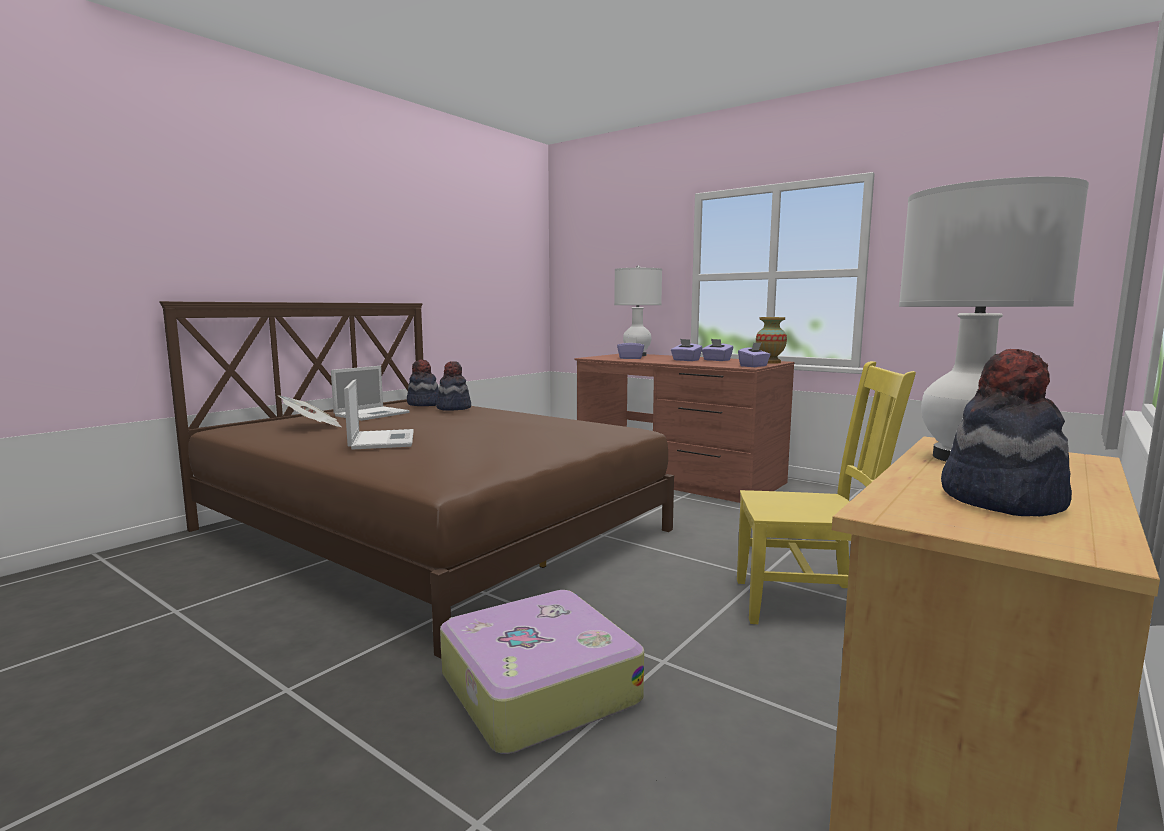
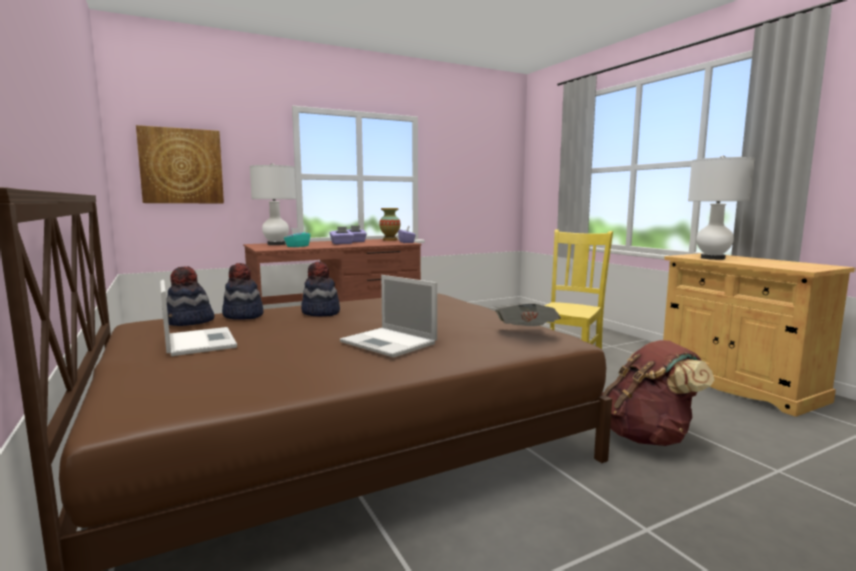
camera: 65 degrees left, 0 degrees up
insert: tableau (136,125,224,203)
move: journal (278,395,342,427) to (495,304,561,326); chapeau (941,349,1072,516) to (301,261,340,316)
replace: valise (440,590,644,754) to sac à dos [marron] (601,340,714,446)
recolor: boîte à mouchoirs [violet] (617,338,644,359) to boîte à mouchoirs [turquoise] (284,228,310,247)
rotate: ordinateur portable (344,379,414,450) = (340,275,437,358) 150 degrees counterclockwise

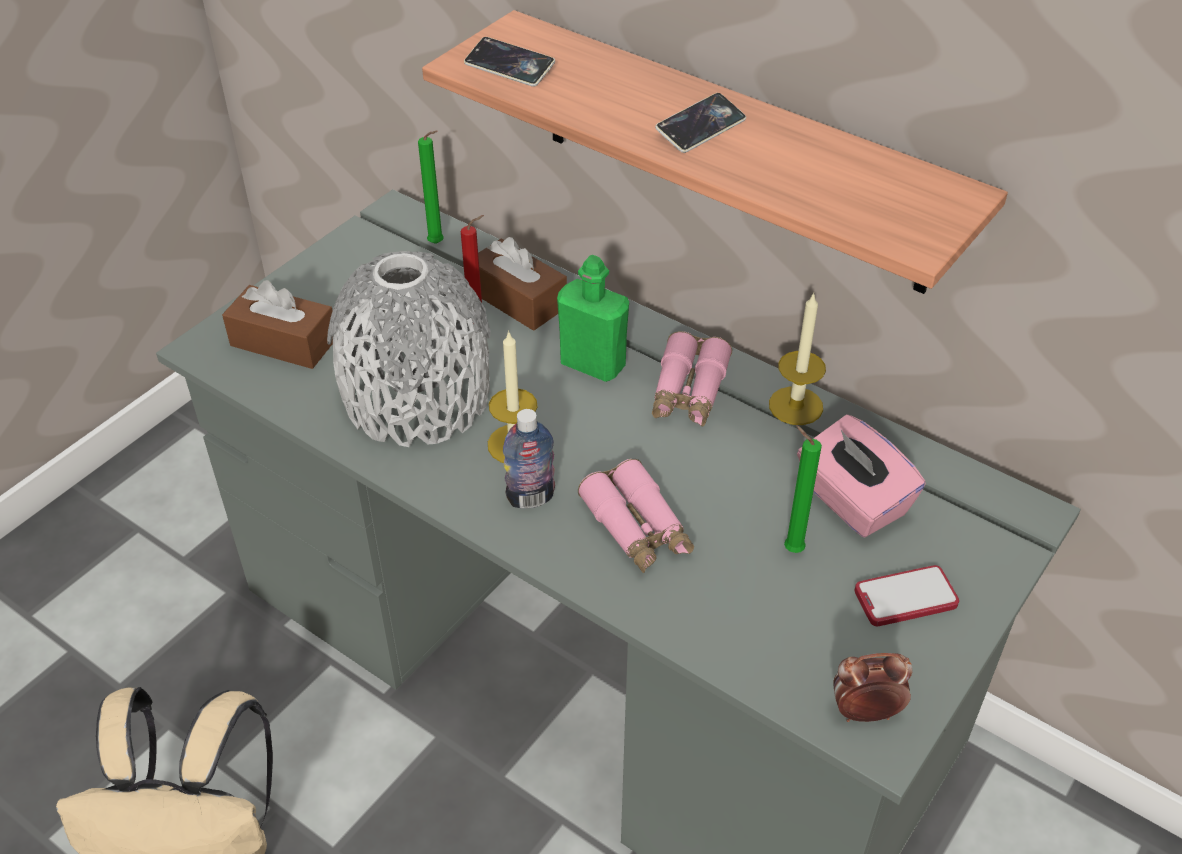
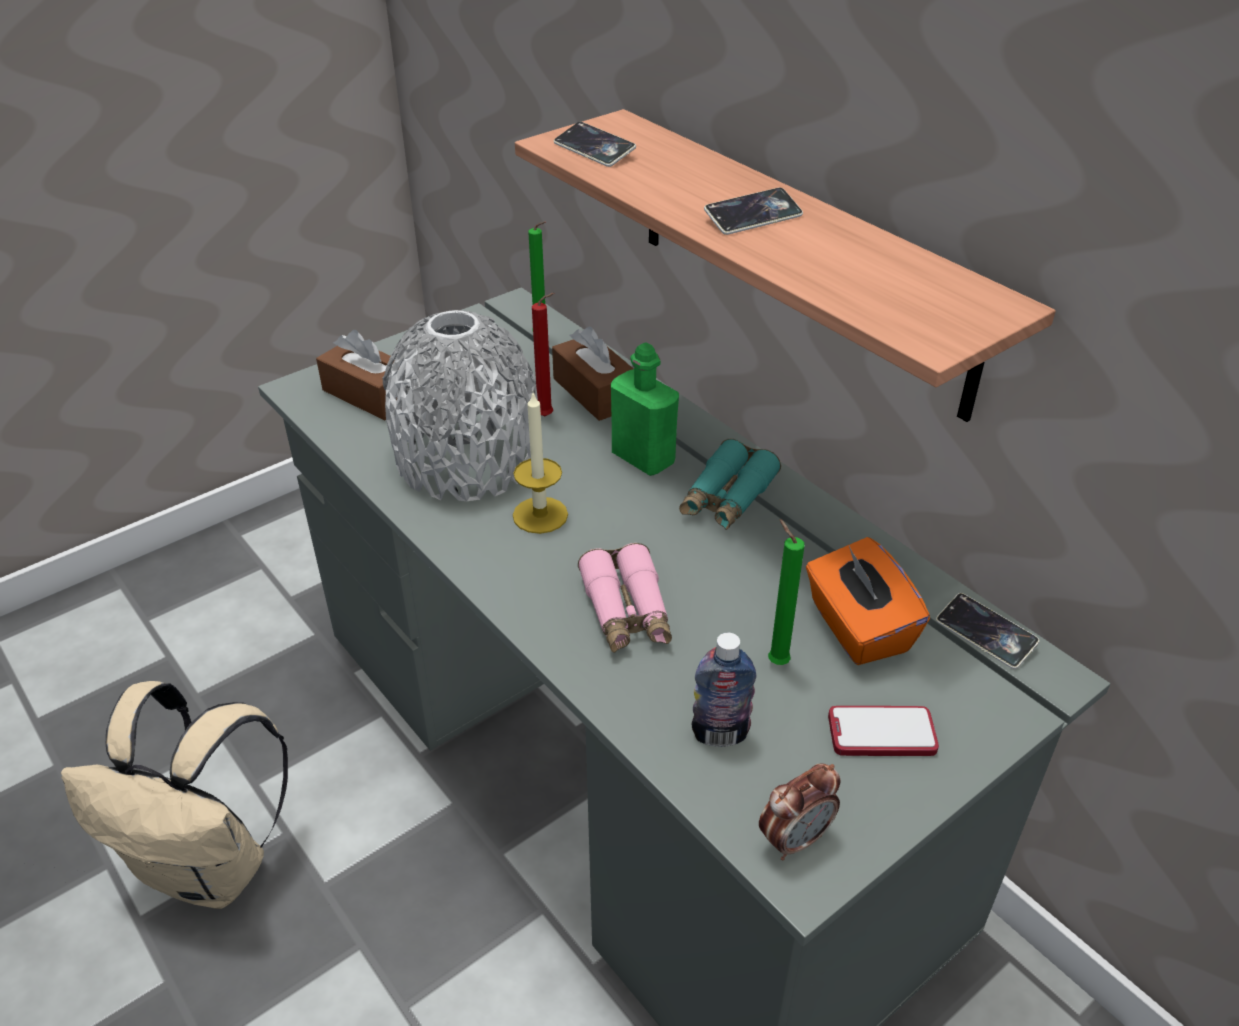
camera: 15 degrees right, 5 degrees down
delete: bougie (769,292,826,425)
insert: téléphone (936,593,1039,669)
move: bouteille (503,409,555,509) to (692,632,757,747)
recolor: jumelles [rose] (652,331,732,426) to jumelles [turquoise] (679,439,781,530); boîte à mouchoirs [rose] (797,414,926,537) to boîte à mouchoirs [orange] (806,537,930,665)
rotate: réveil (833,653,912,722) = (759,763,840,860) 135 degrees clockwise

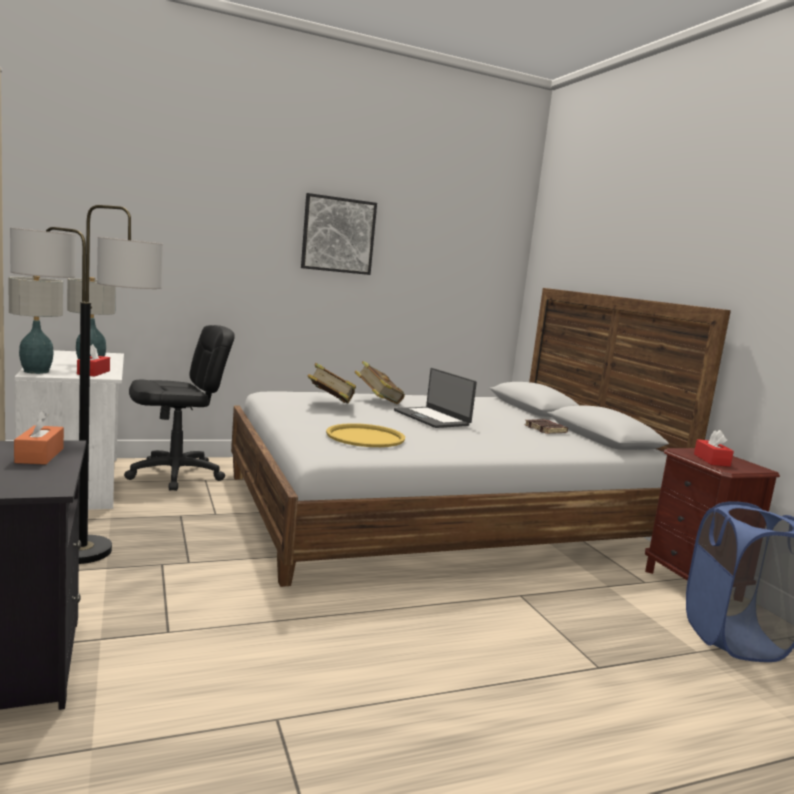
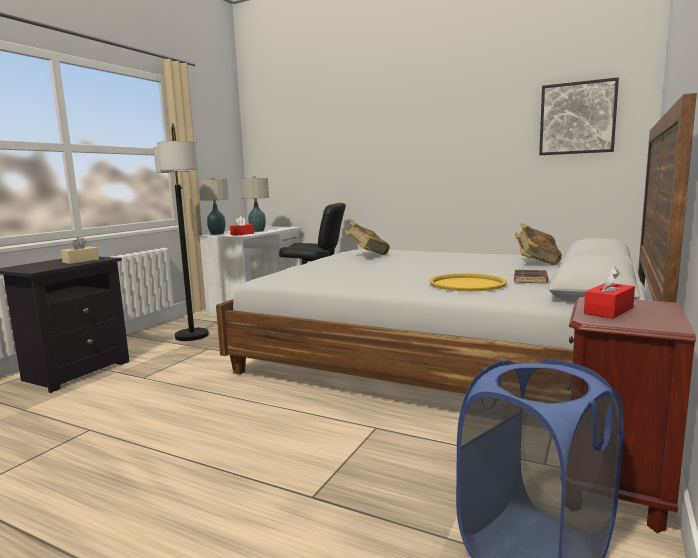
camera: 50 degrees right, 0 degrees up
delete: ordinateur portable (394,368,477,428)
move: tableau (301,193,377,275) to (539,77,619,155); plateau [jaune] (326,423,405,447) to (429,273,507,291); livre (355,361,405,404) to (515,223,562,265)
recolor: boîte à mouchoirs [orange] (14,411,64,465) to boîte à mouchoirs [beige] (61,236,99,264)

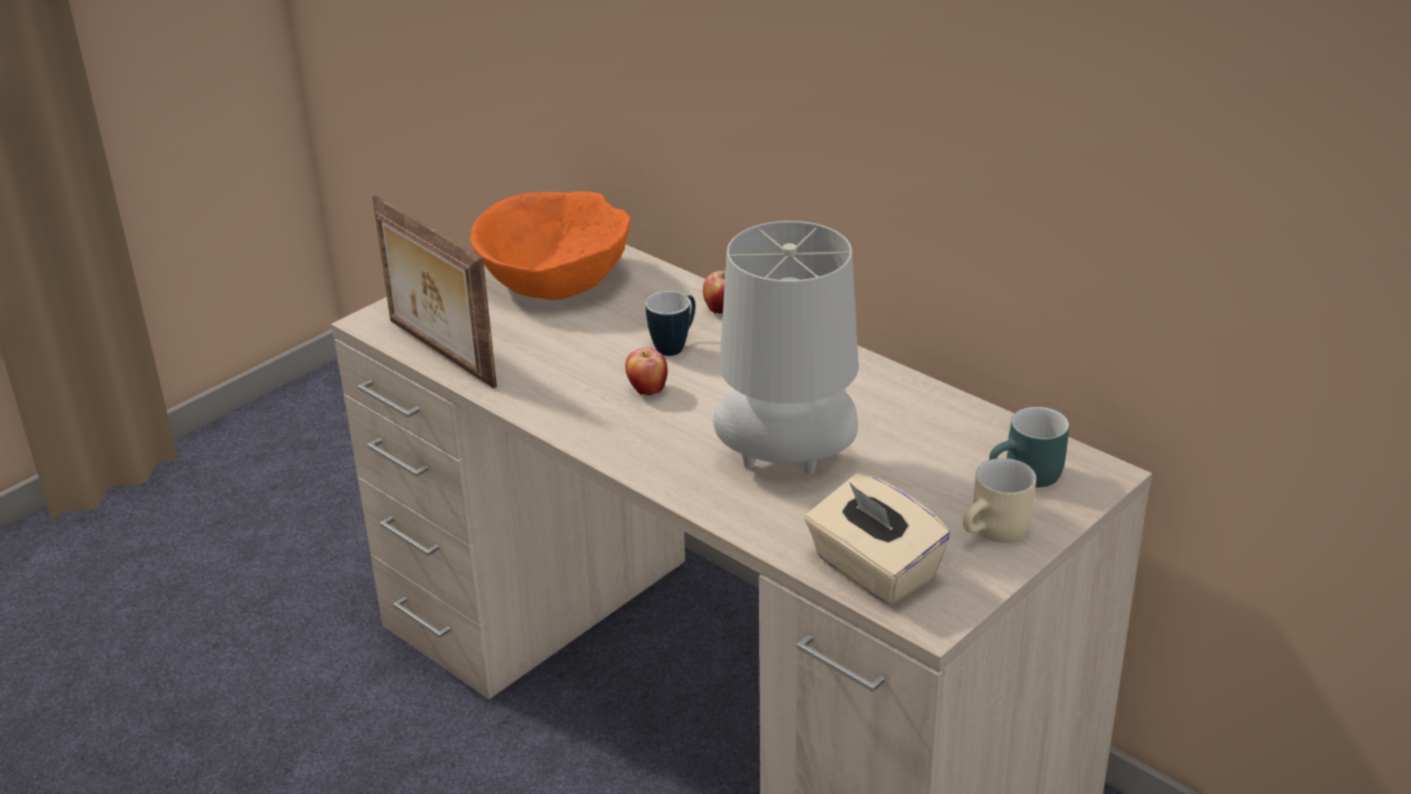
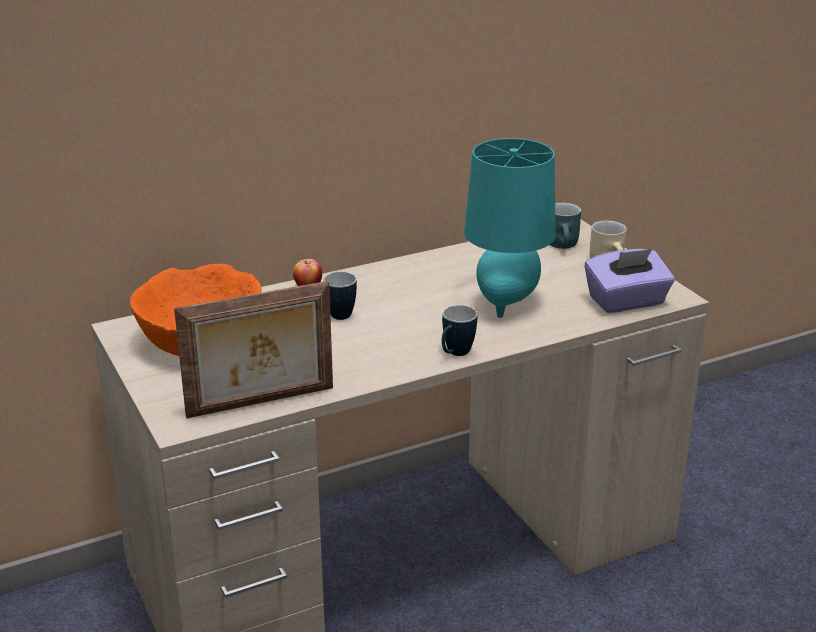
camera: 70 degrees left, 5 degrees down
delete: pomme (625,347,668,396)
insert: mug (442,305,477,356)
recolor: lampe de table [gris] (713,221,858,474) to lampe de table [turquoise] (464,138,556,318); boîte à mouchoirs [beige] (805,473,951,605) to boîte à mouchoirs [violet] (585,249,675,313)

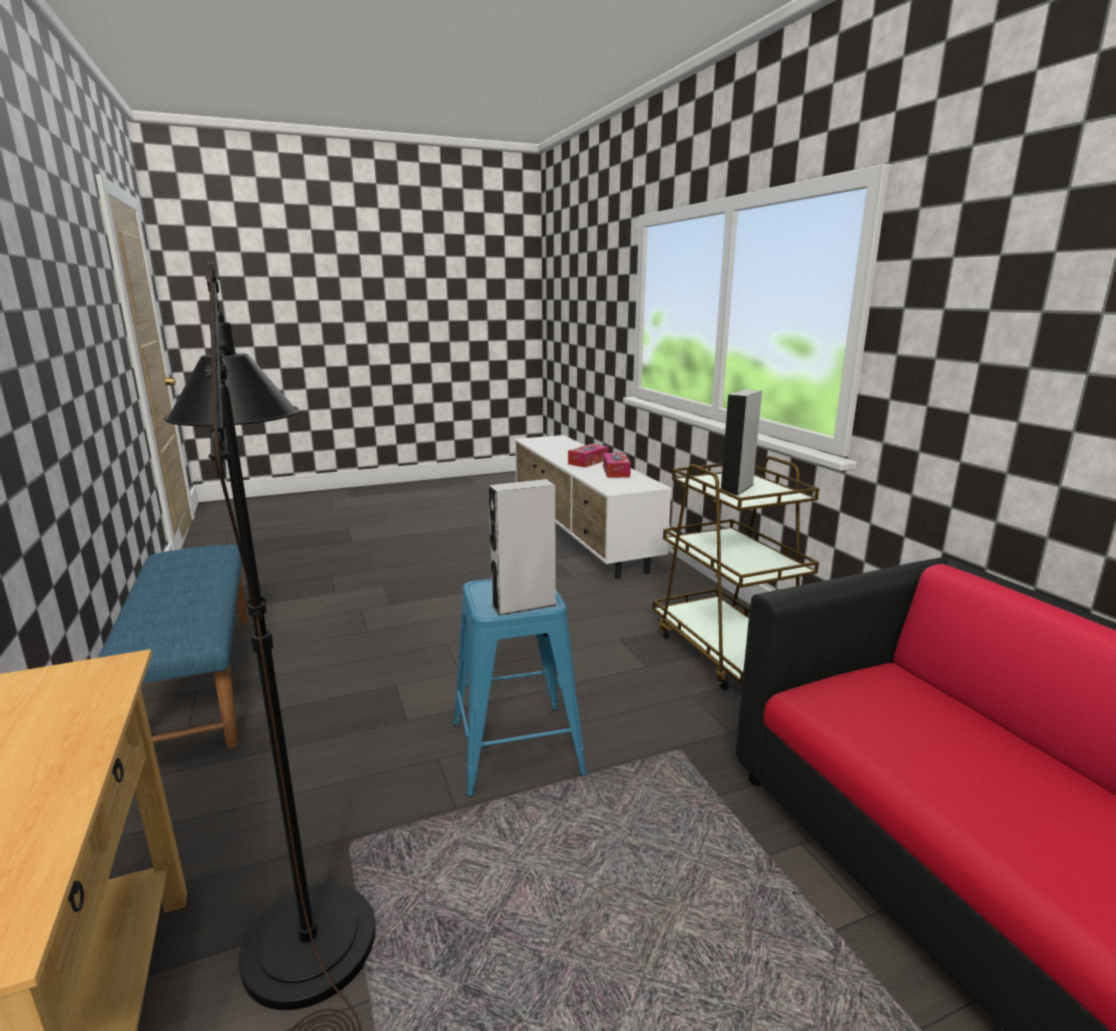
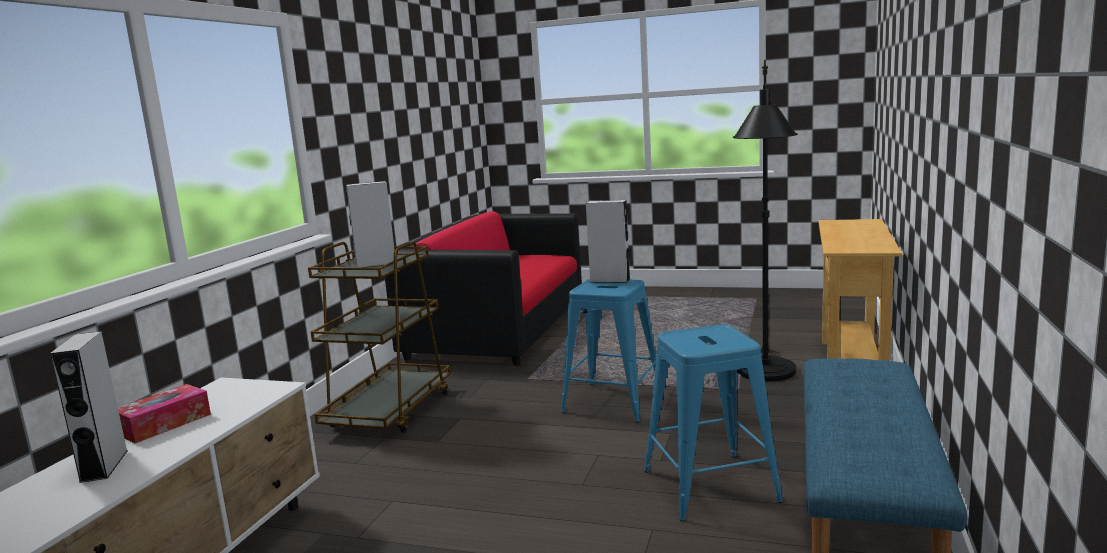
camera: 140 degrees left, 5 degrees down
insert: tabouret [bleu] (644,324,783,521)
replace: boîte à mouchoirs (568,444,609,467) to enceinte [gris] (50,331,128,483)

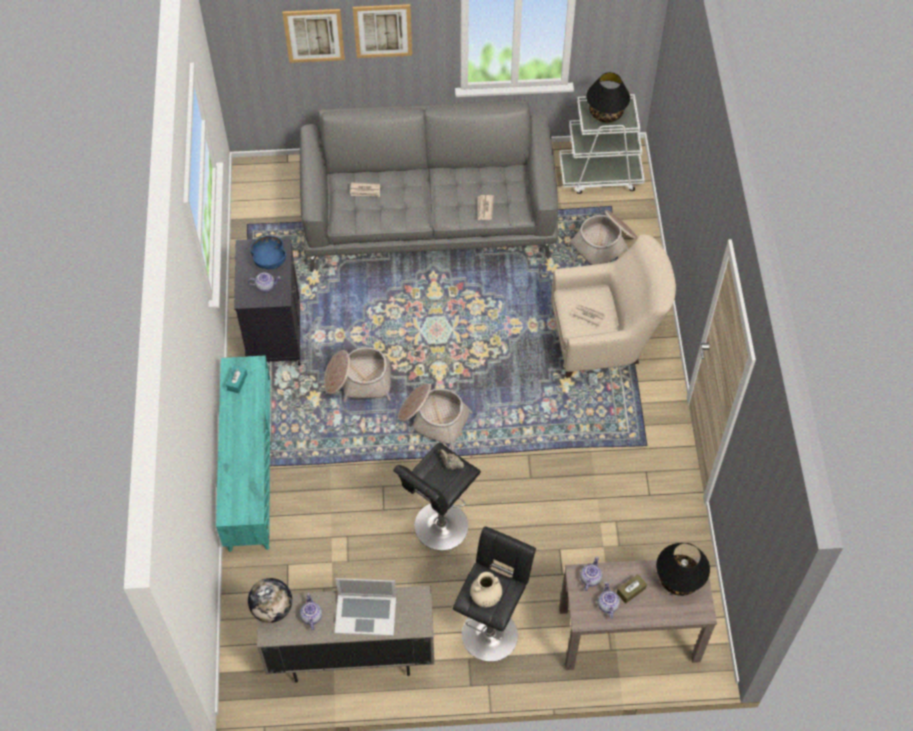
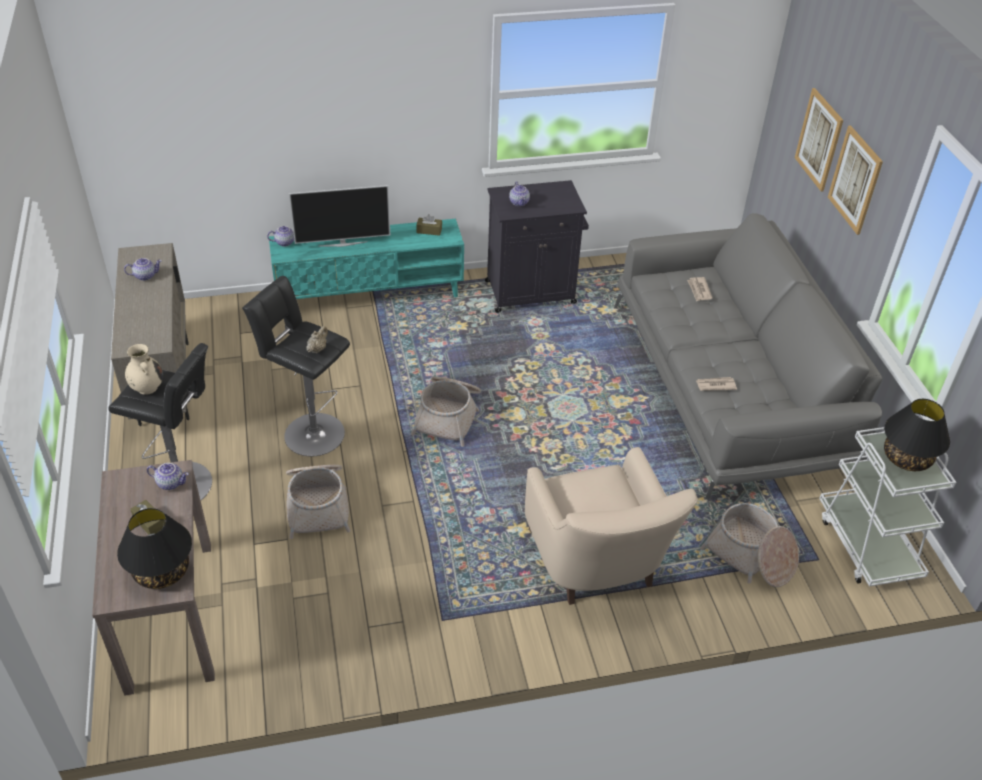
camera: 80 degrees right, 15 degrees down
delete: globe (248,578,292,623); bol [bleu] (250,236,286,269); ordinateur portable (335,578,396,636); journal (572,304,605,327)
insert: téléviseur (289,185,390,247)
move: panier (324,347,391,402) to (286,465,351,539); théière (598,582,620,619) to (267,226,294,247)
recolor: boîte à mouchoirs [turquoise] (226,366,247,393) to boîte à mouchoirs [marron] (416,214,442,236)

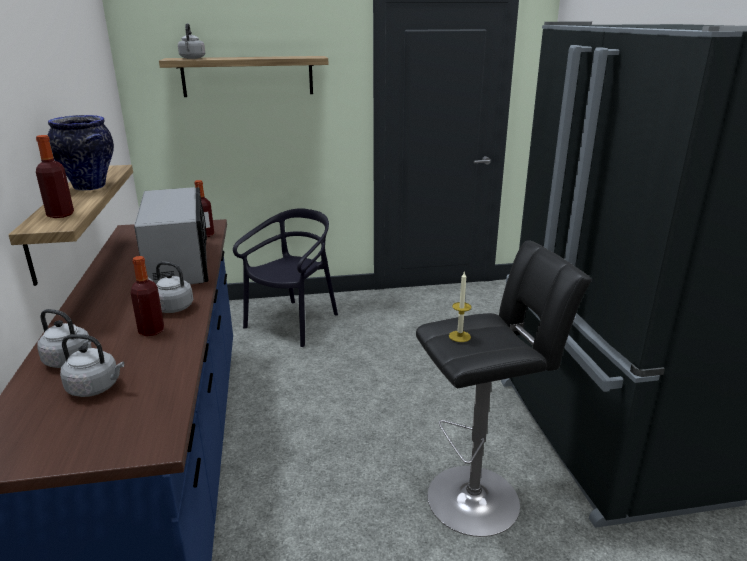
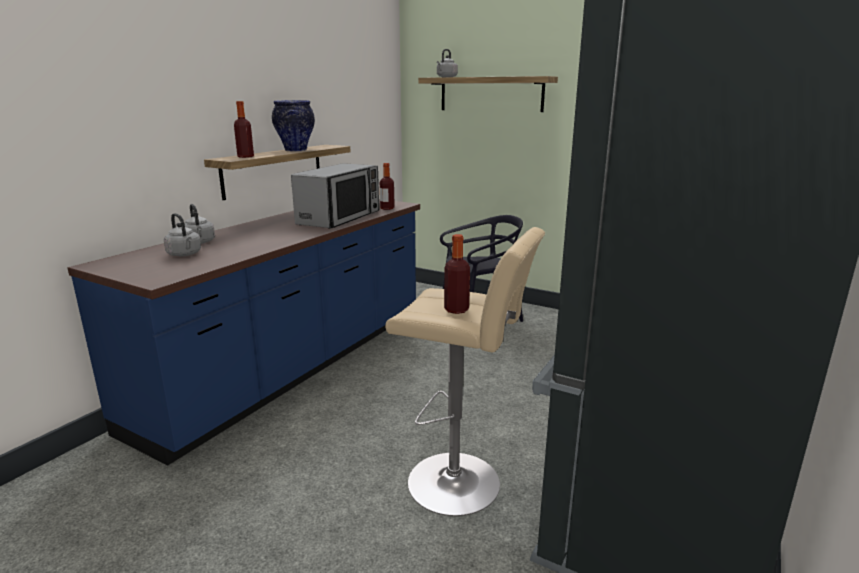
camera: 40 degrees right, 5 degrees down
delete: bouilloire [gris] (148,262,193,313); bougie (449,272,472,342)
move: bouteille (131,256,164,336) to (444,234,470,314)
recolor: tabouret [noir] (416,240,592,537) to tabouret [beige] (385,227,545,516)

